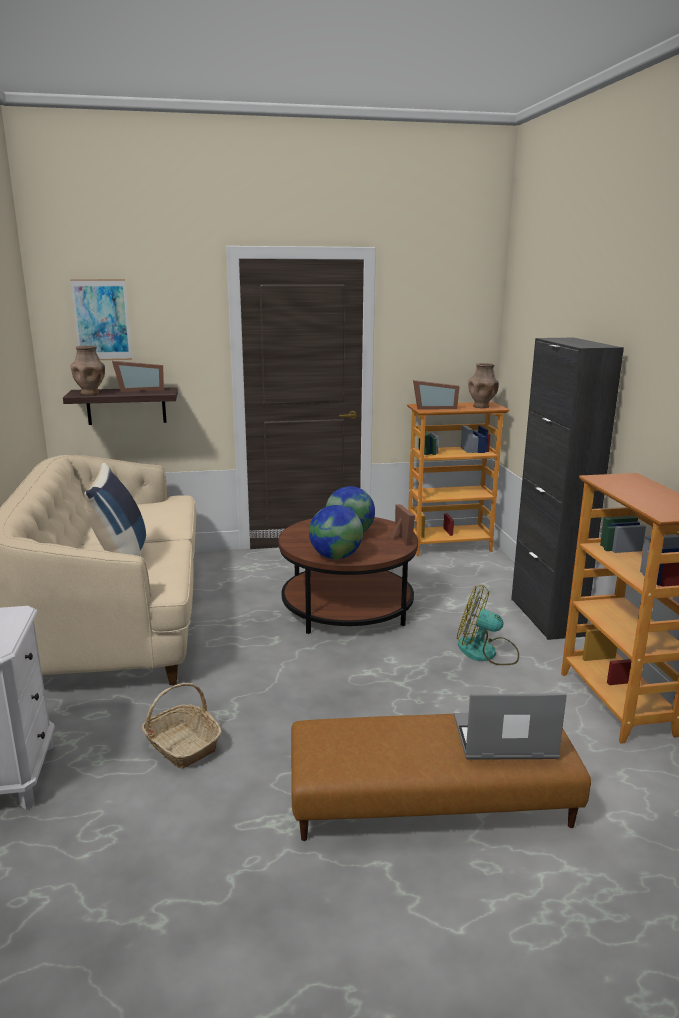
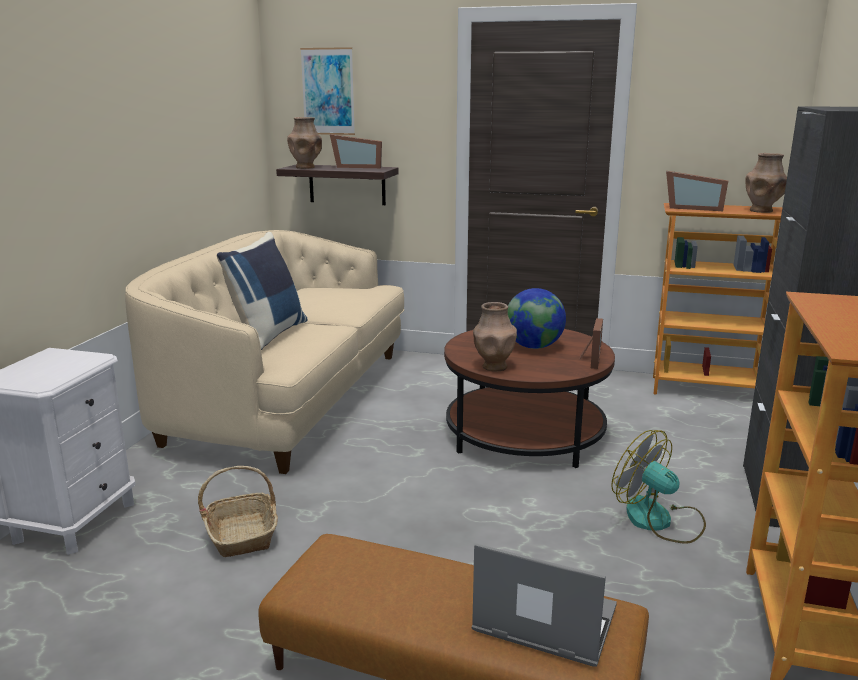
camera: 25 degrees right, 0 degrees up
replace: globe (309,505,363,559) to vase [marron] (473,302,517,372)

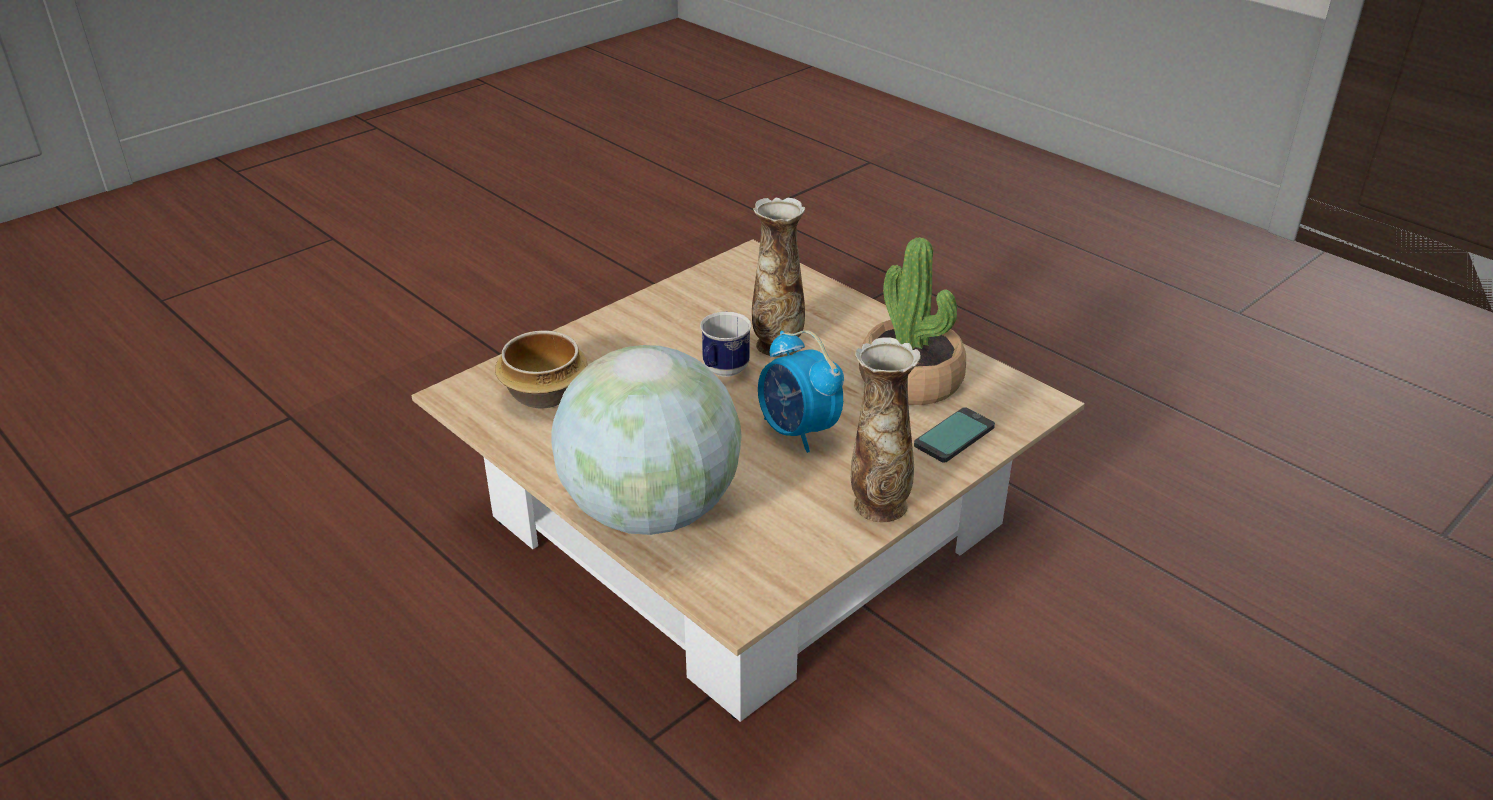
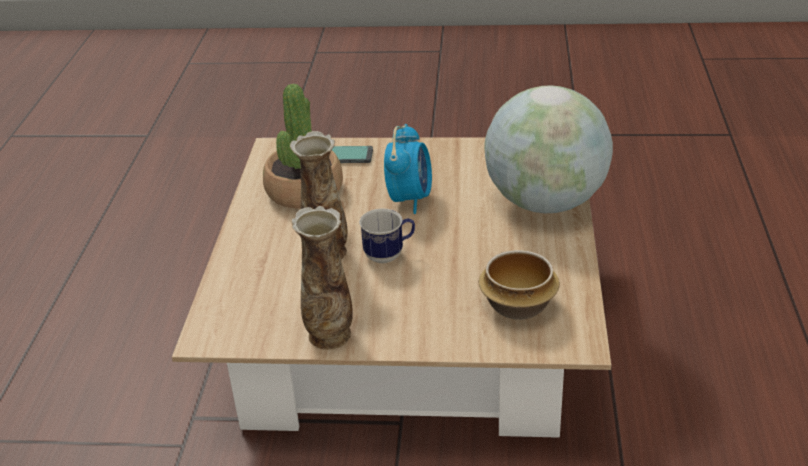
camera: 130 degrees left, 0 degrees up
move: vase (851,338,921,522) to (292,206,353,350)

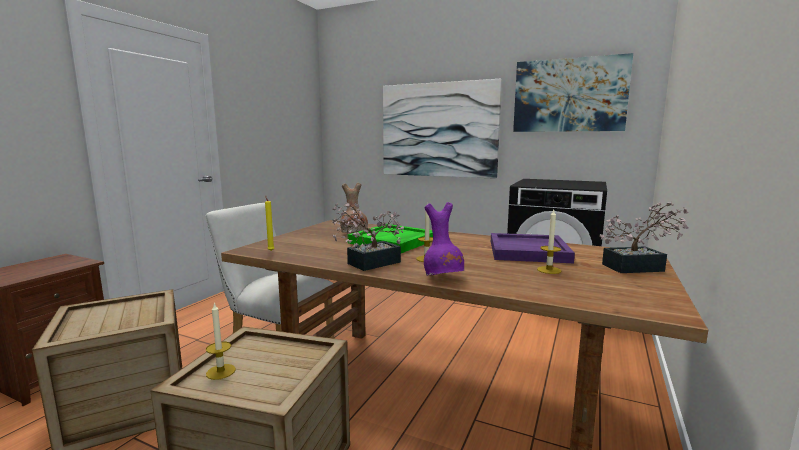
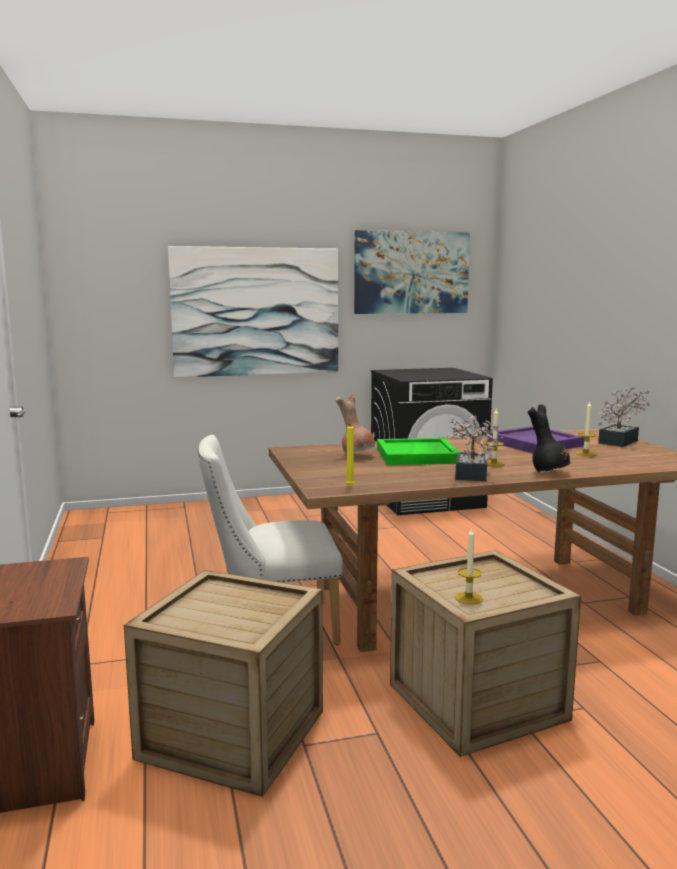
camera: 40 degrees left, 0 degrees up
recolor: vase [violet] (424,202,464,276) to vase [noir] (527,404,570,473)

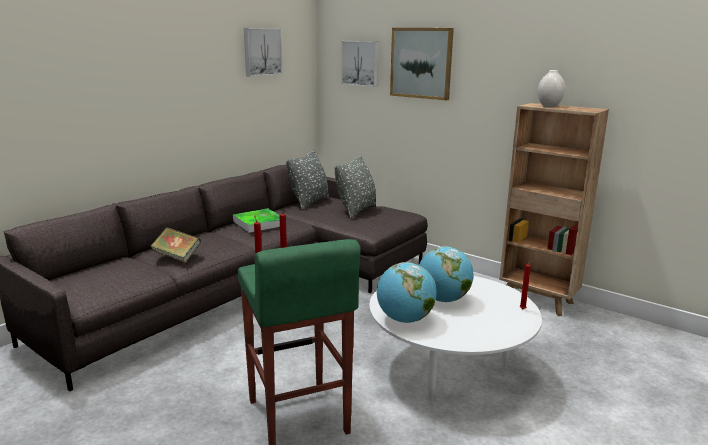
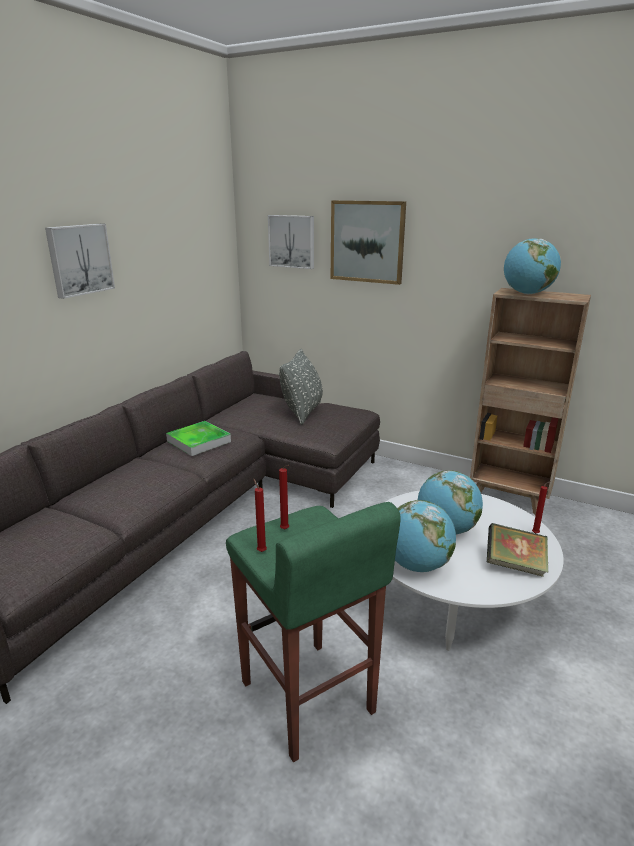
camera: 10 degrees left, 5 degrees up
delete: coussin [gris] (286,150,329,210)
move: livre (150,227,201,263) to (487,523,548,577); tableau (244,28,283,77) to (45,224,115,299)
replace: vase [blanc] (537,70,565,107) to globe (504,238,561,294)

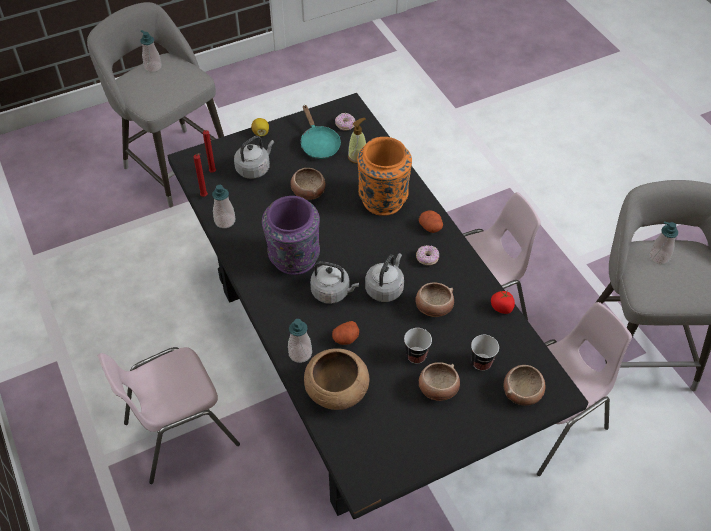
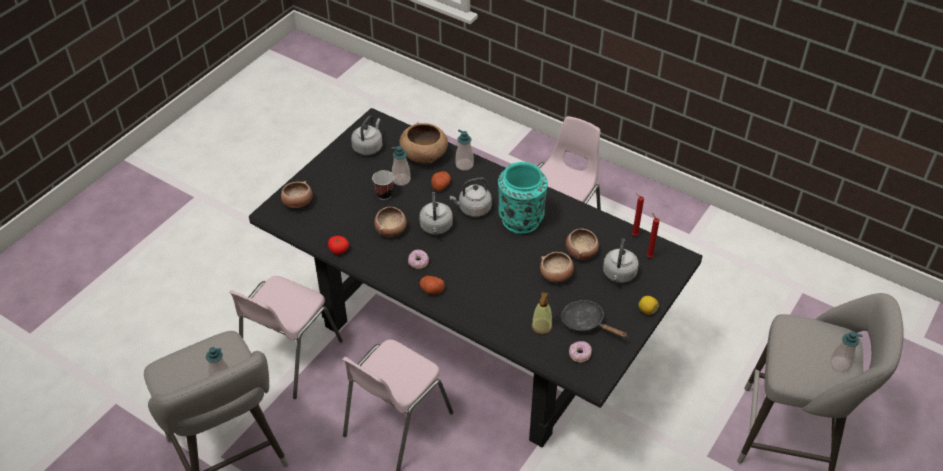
camera: 150 degrees right, 5 degrees down
delete: vase [orange] (357,137,412,216); tasse (471,335,499,371)
insert: bouilloire [gris] (351,116,382,155)
move: distributeur de savon (212,185,235,228) to (392,146,411,186); bol (419,362,460,401) to (565,229,599,260)
recolor: vase [violet] (262,196,320,275) to vase [turquoise] (498,162,548,234); poêle [turquoise] (301,105,341,159) to poêle [noir] (561,300,628,338)

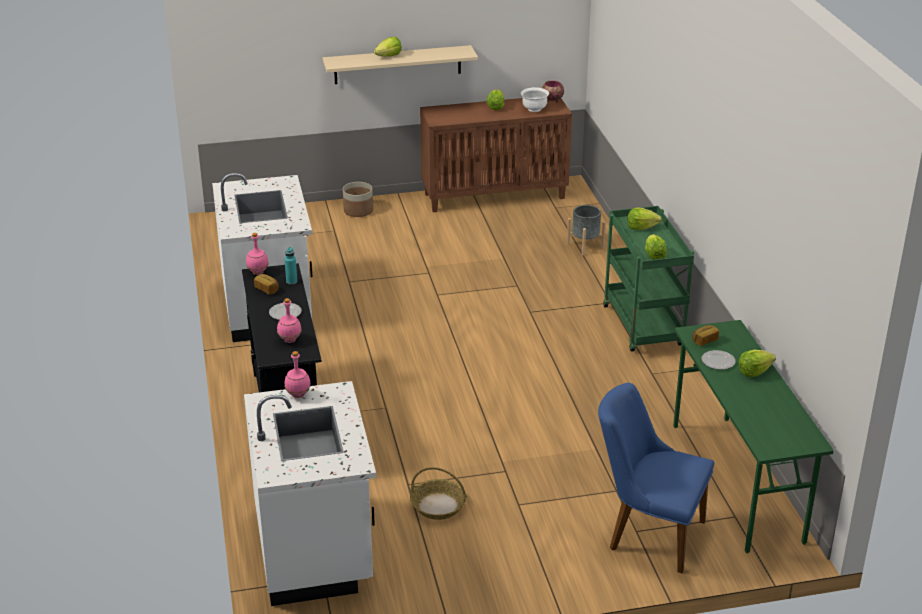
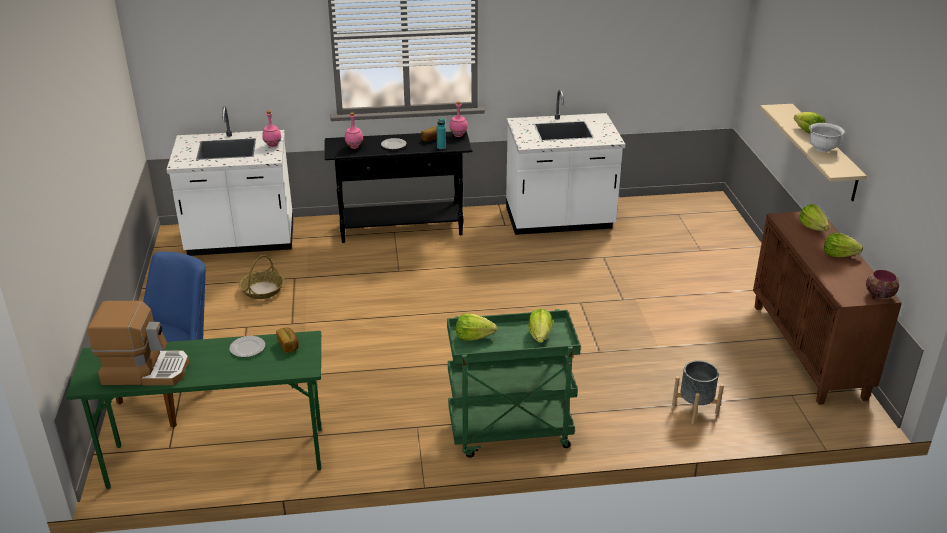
camera: 95 degrees right, 0 degrees up
delete: cache-pot (343,182,373,217)
insert: machine à café (87,301,189,385)
move: bol [blanc] (521,87,549,112) to (809,123,844,152); laitue (739,350,776,377) to (799,204,829,231)

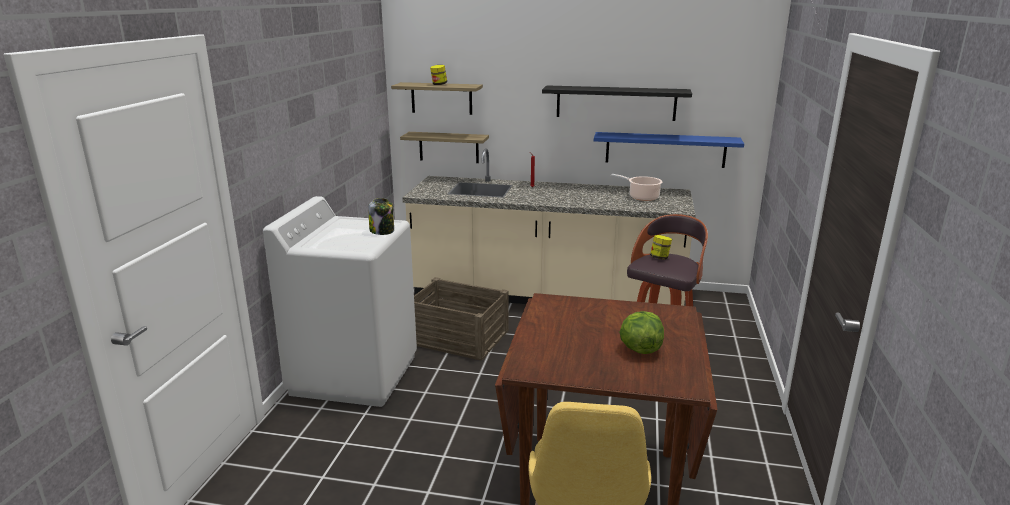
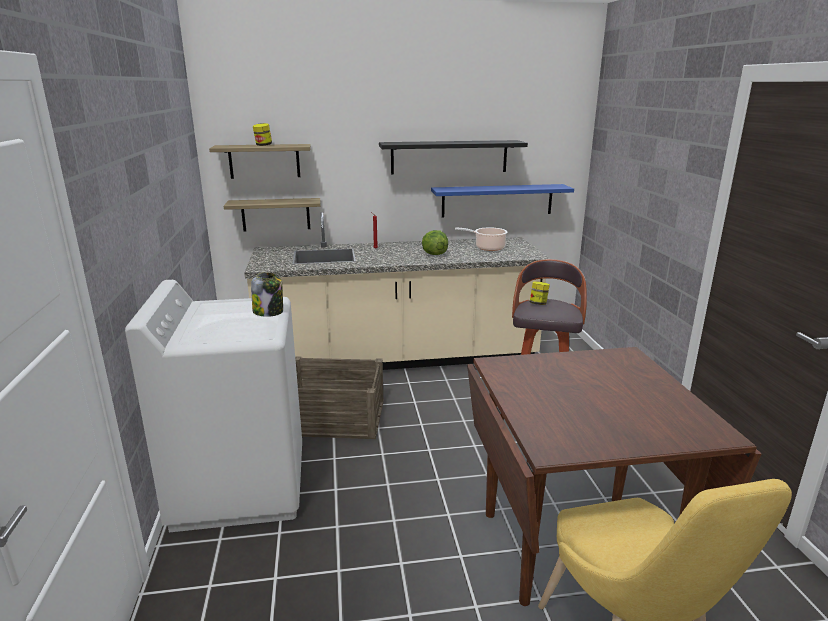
camera: 20 degrees left, 0 degrees up
move: laitue (620,311,664,354) to (422,230,448,255)

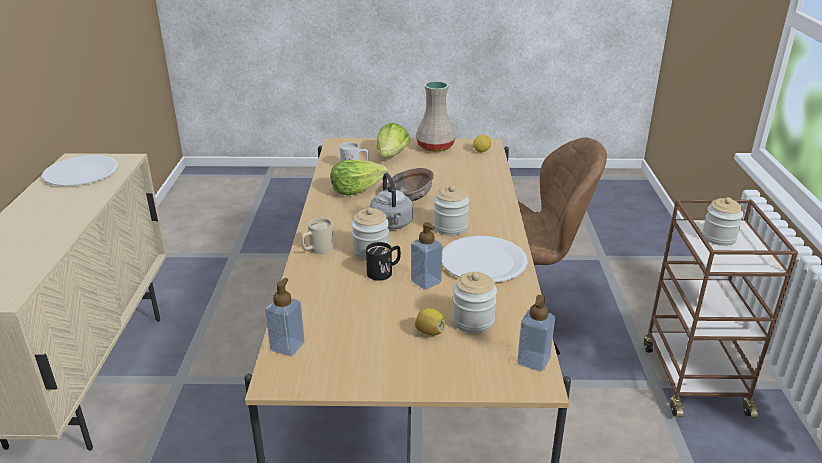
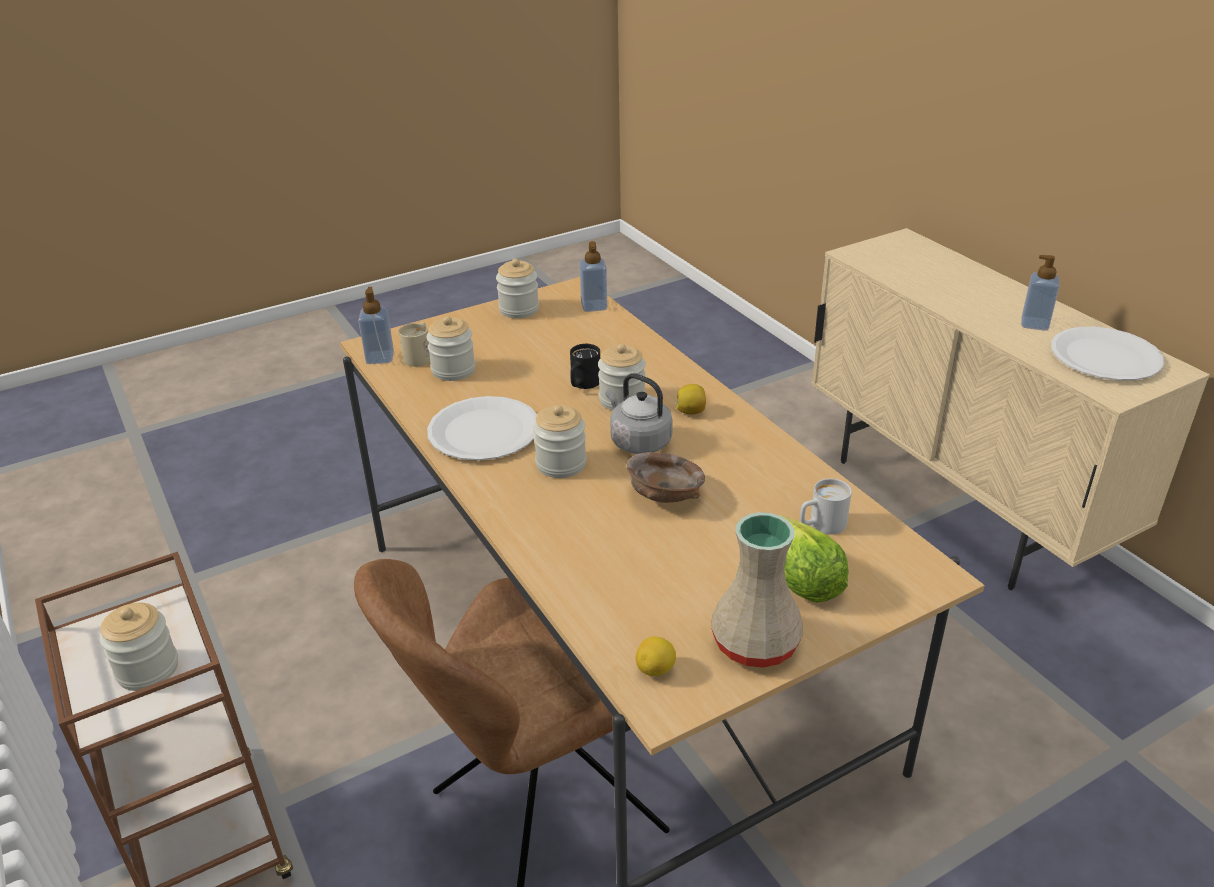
camera: 150 degrees right, 5 degrees up
delete: laitue (330,160,388,196)
insert: bocal (496,259,539,318)
move: mug [beige] (301,218,334,254) to (398,322,430,367); distributeur de savon (411,222,443,290) to (1021,255,1059,331); citron (415,308,445,336) to (675,384,706,414)

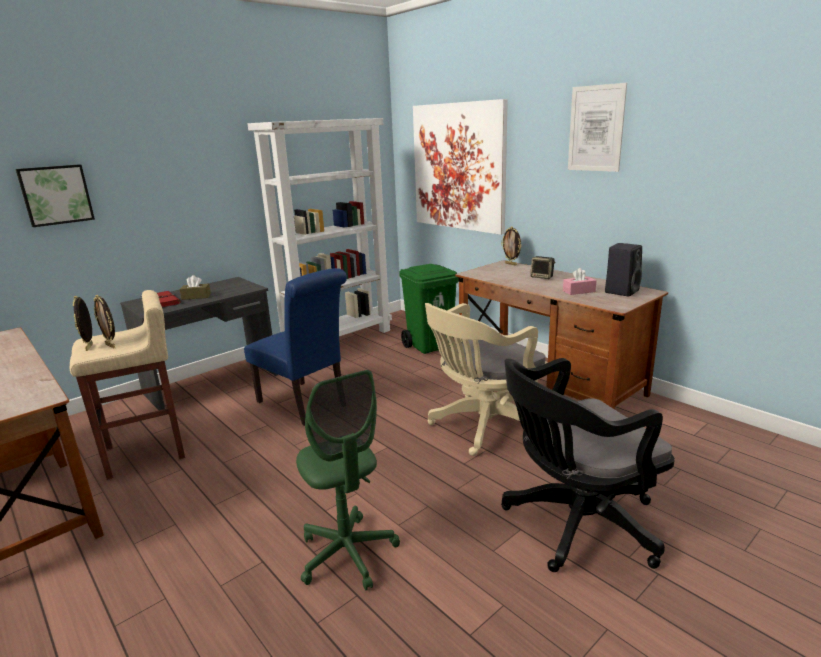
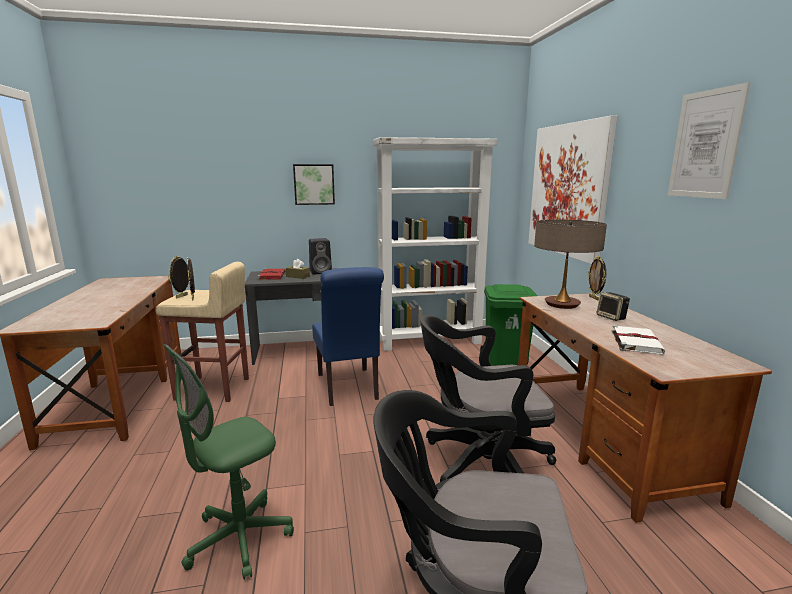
camera: 30 degrees right, 5 degrees down
insert: lampe de table (534,220,607,309)
move: tableau (16,164,95,227) to (293,164,335,205); enceinte [noir] (605,243,642,296) to (309,238,332,275)
replace: boîte à mouchoirs [rose] (563,268,597,295) to livre [blanc] (612,325,665,354)
recolor: chaise de bureau [beige] (425,303,547,456) to chaise de bureau [noir] (420,315,556,482)
rotate: chaise de bureau [vert] (296,370,400,590) = (164,344,294,580) 45 degrees clockwise

